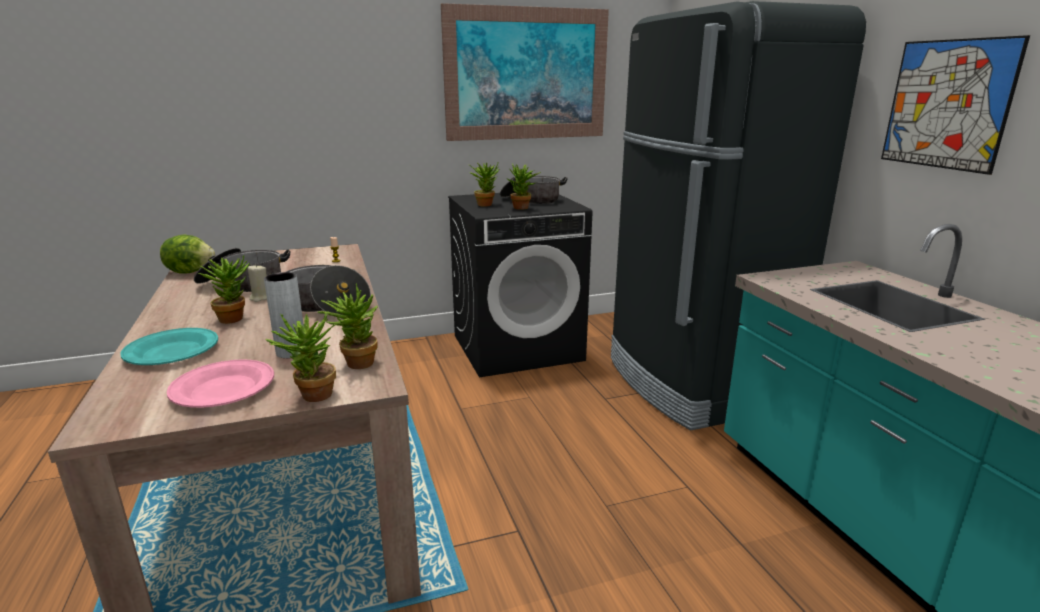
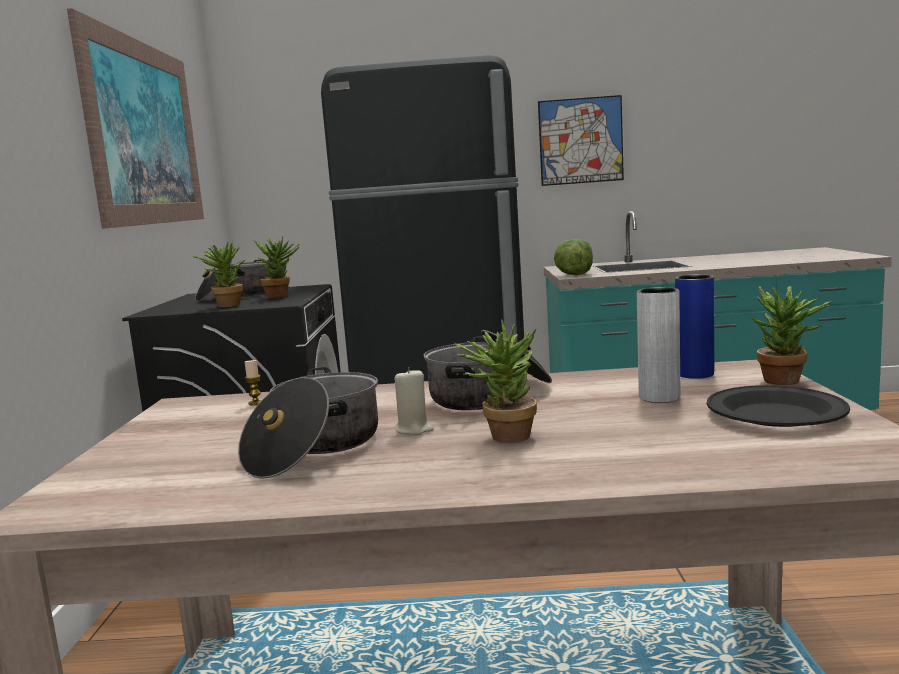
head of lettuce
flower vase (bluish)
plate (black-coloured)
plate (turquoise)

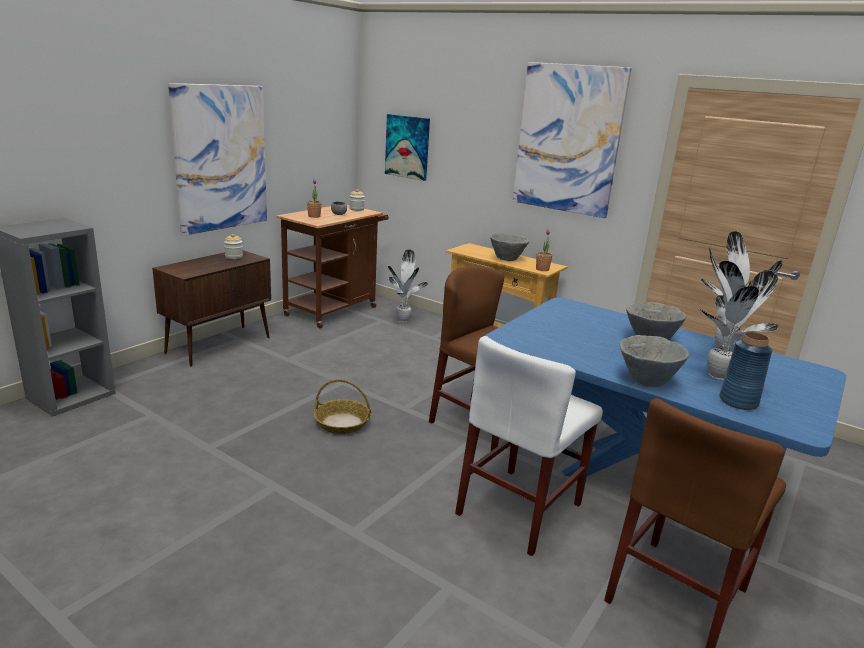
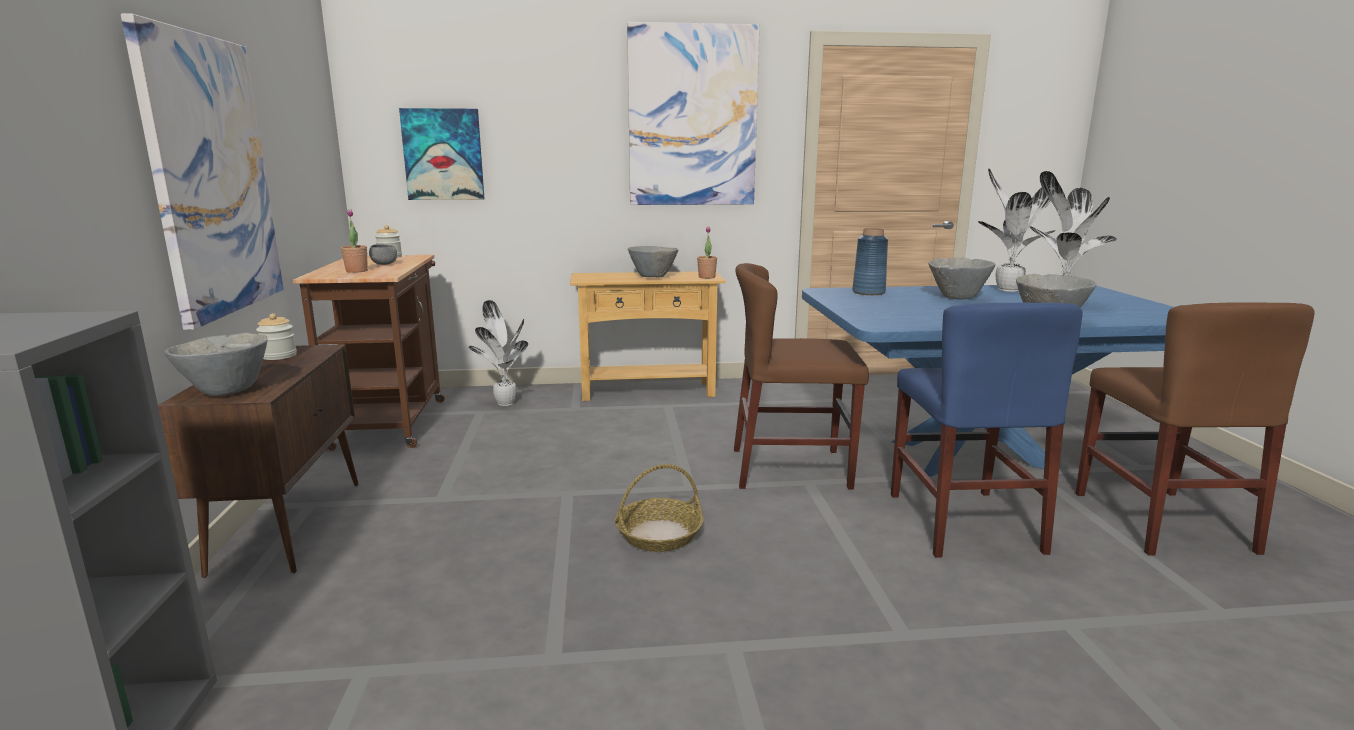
serving bowl (greyish) (1st from left)
flower vase (bluish)
chair (bluish)

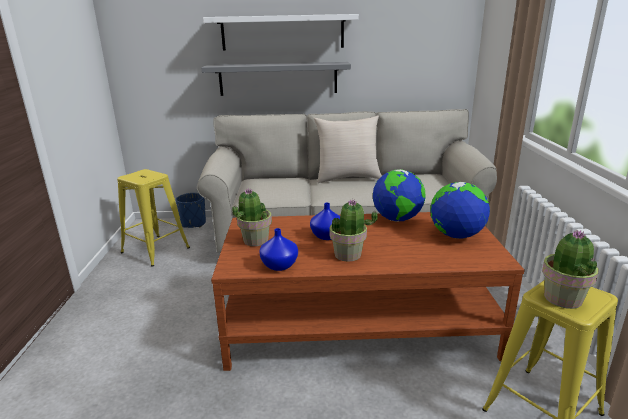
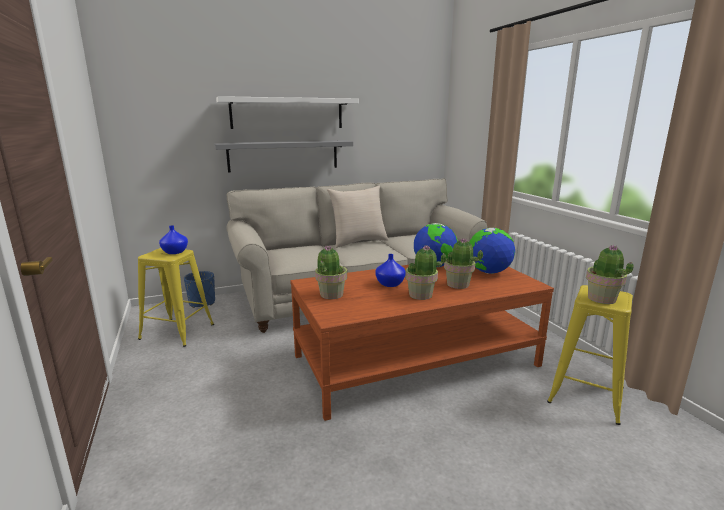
flower vase (bluish) (1st from left)
houseplant (3rd from left)

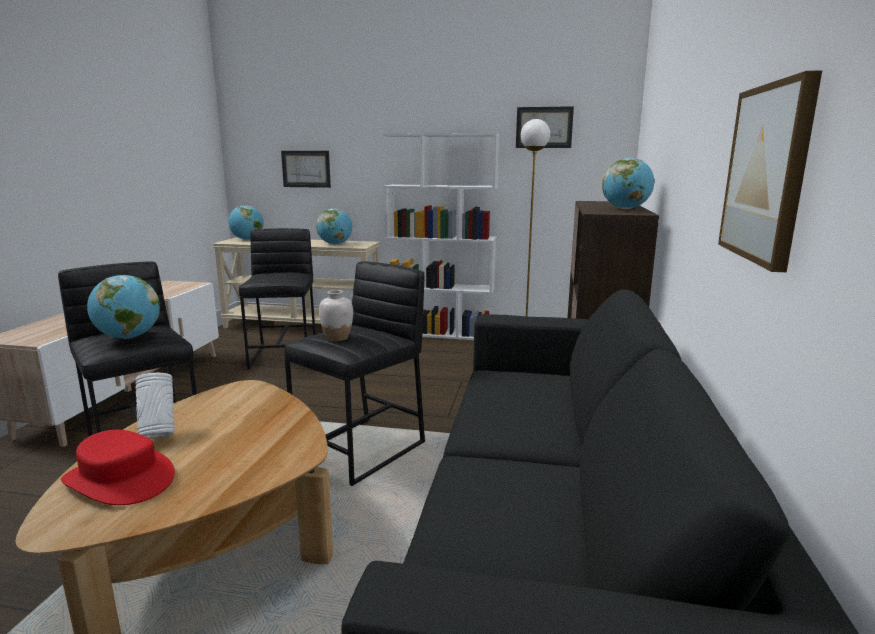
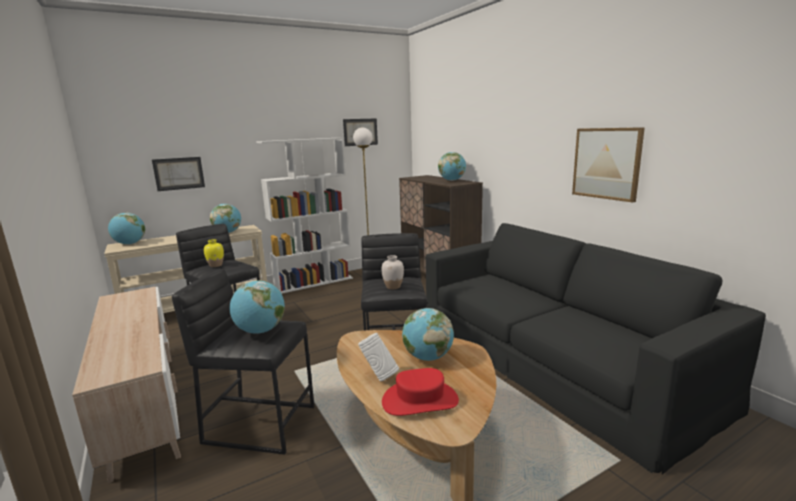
flower vase (yellowish)
desk globe (4th from left)

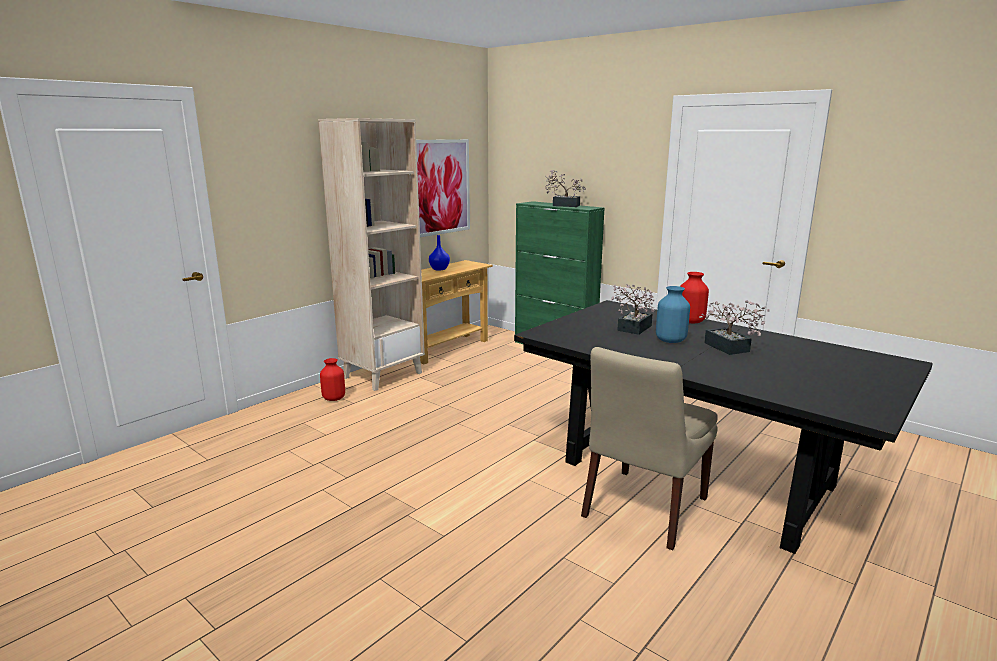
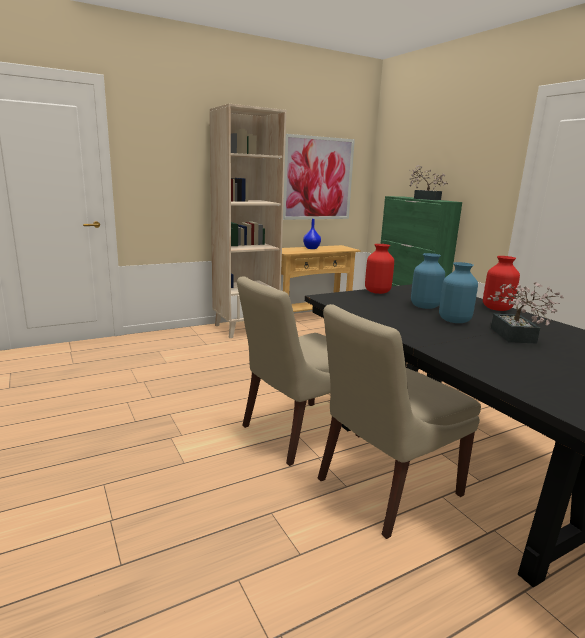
chair (beige-coloured) (1st from left)
flower vase (red) (1st from left)
flower vase (bluish) (2nd from left)

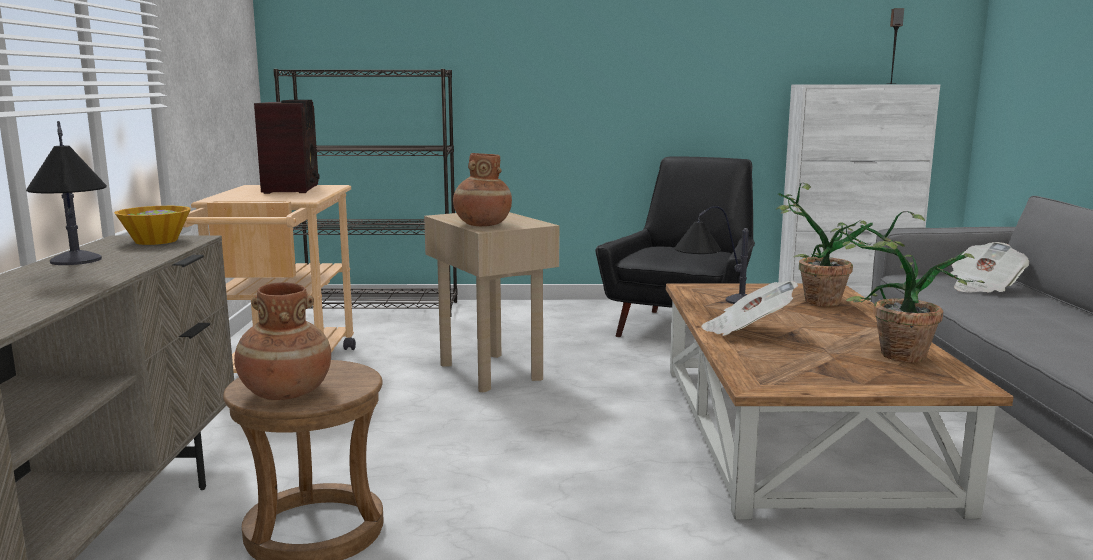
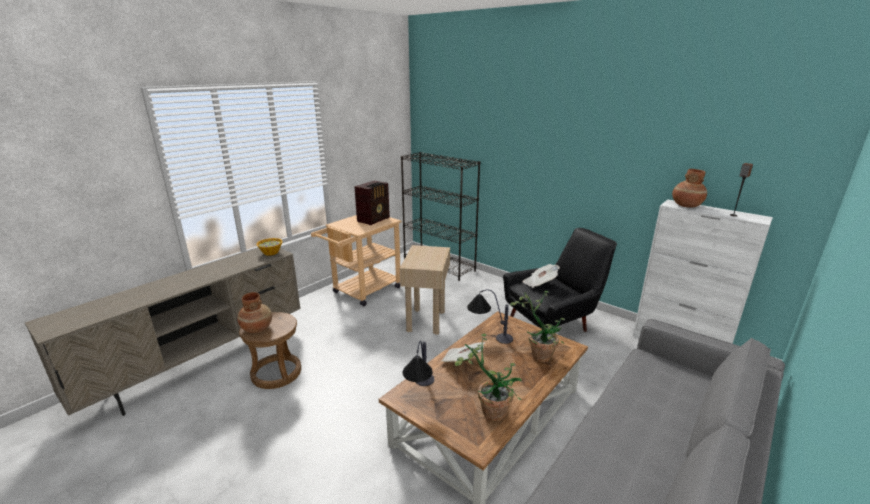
tabletop lamp (1st from left)
newspaper (2nd from left)
flower vase (brown) (2nd from left)

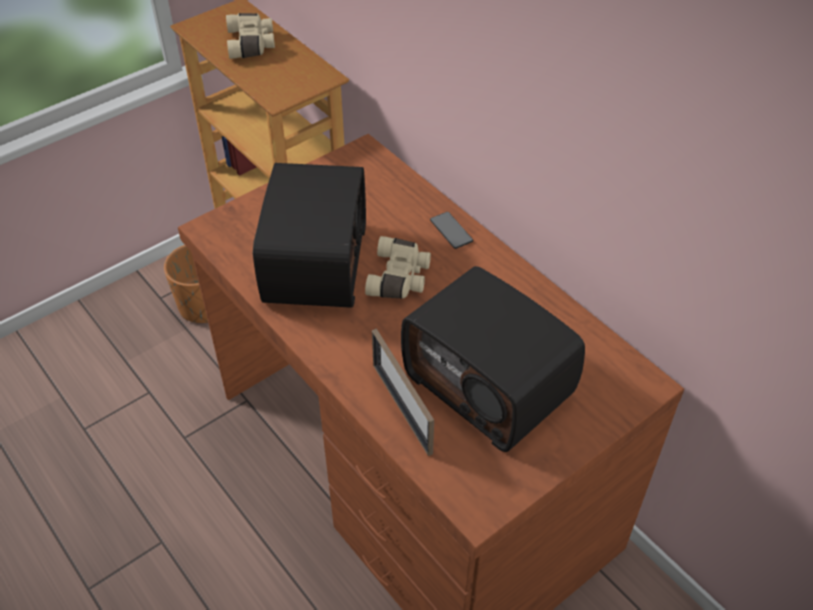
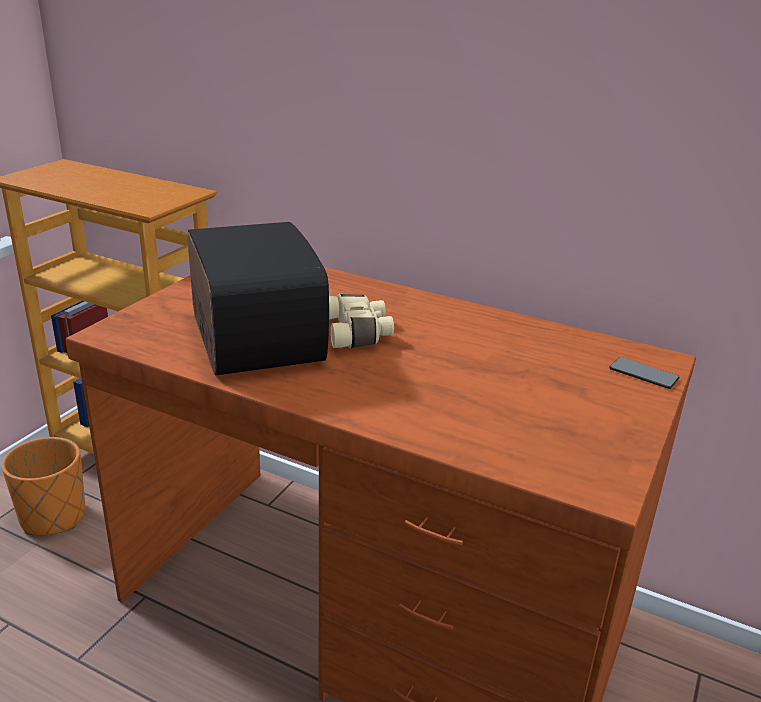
phone
field glasses (beige-coloured) (1st from left in the first image)
standing frame
radio receiver (2nd from left in the first image)

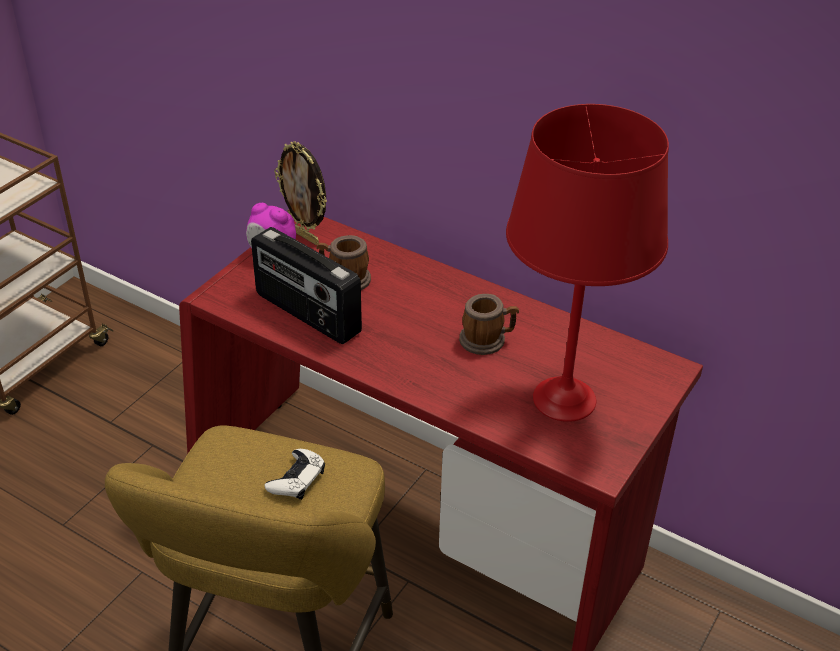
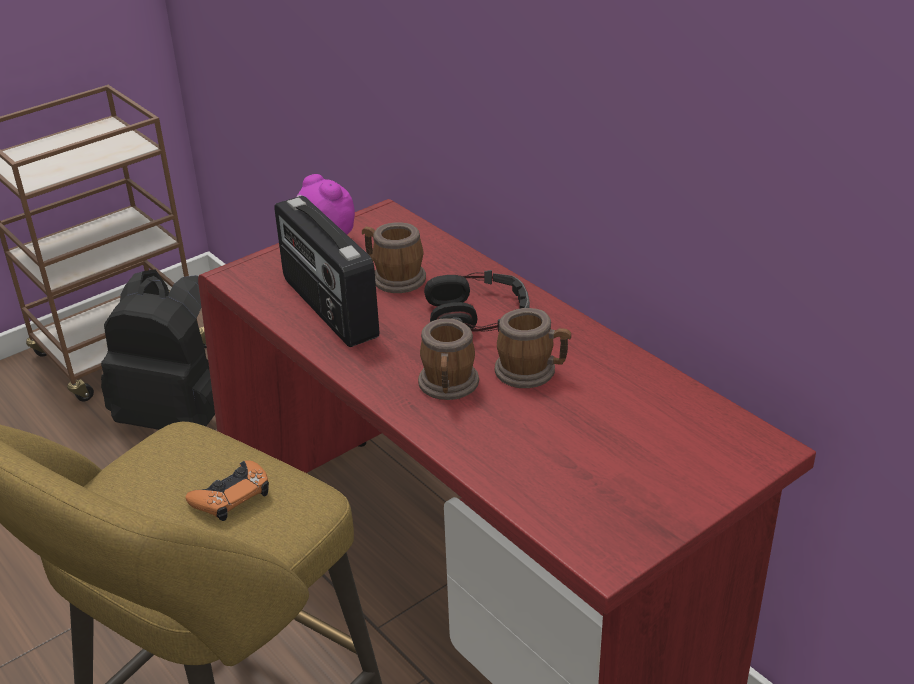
rucksack (black-coloured)
game controller (orange)
mug (2nd from left)
pair of headphones
standing frame
tabletop lamp (red)

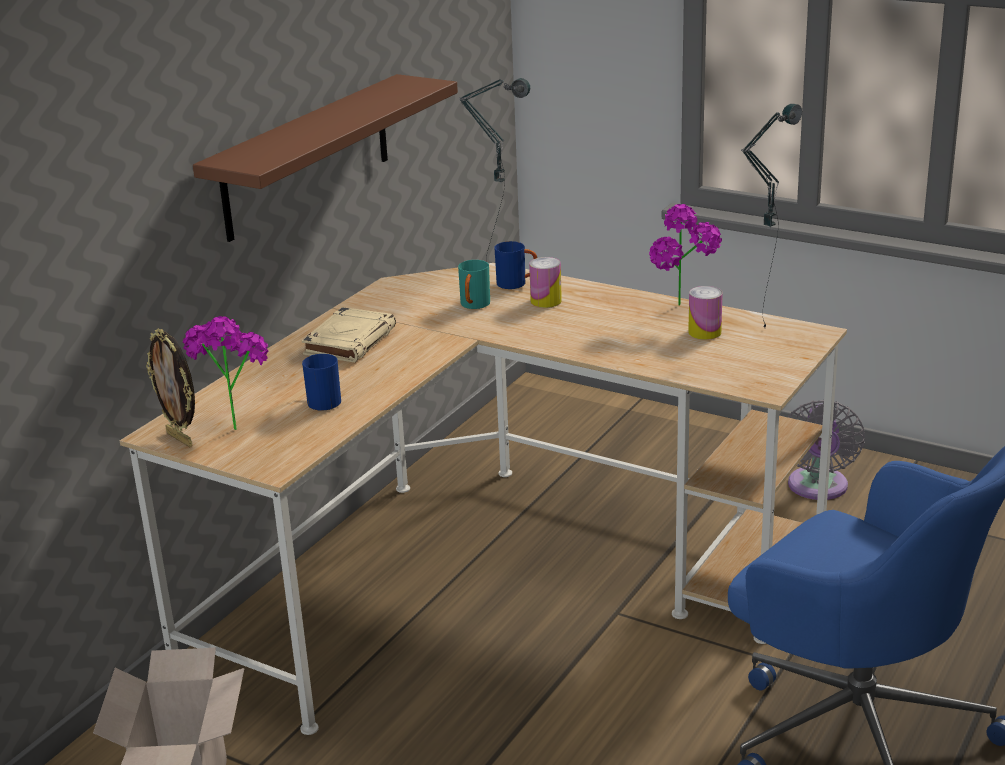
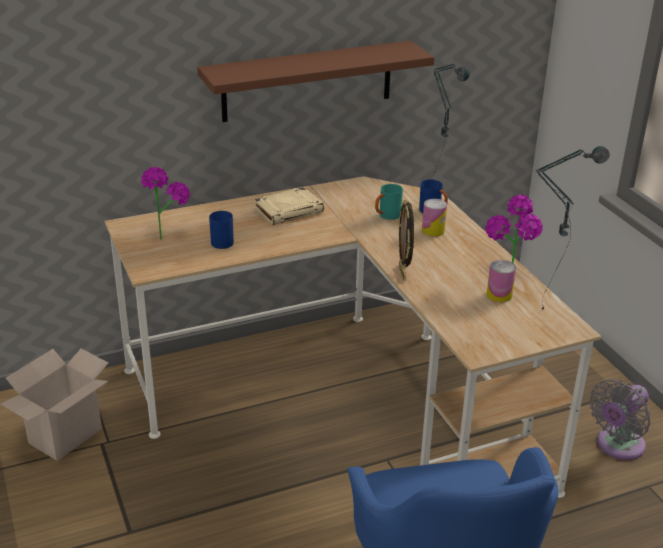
standing frame

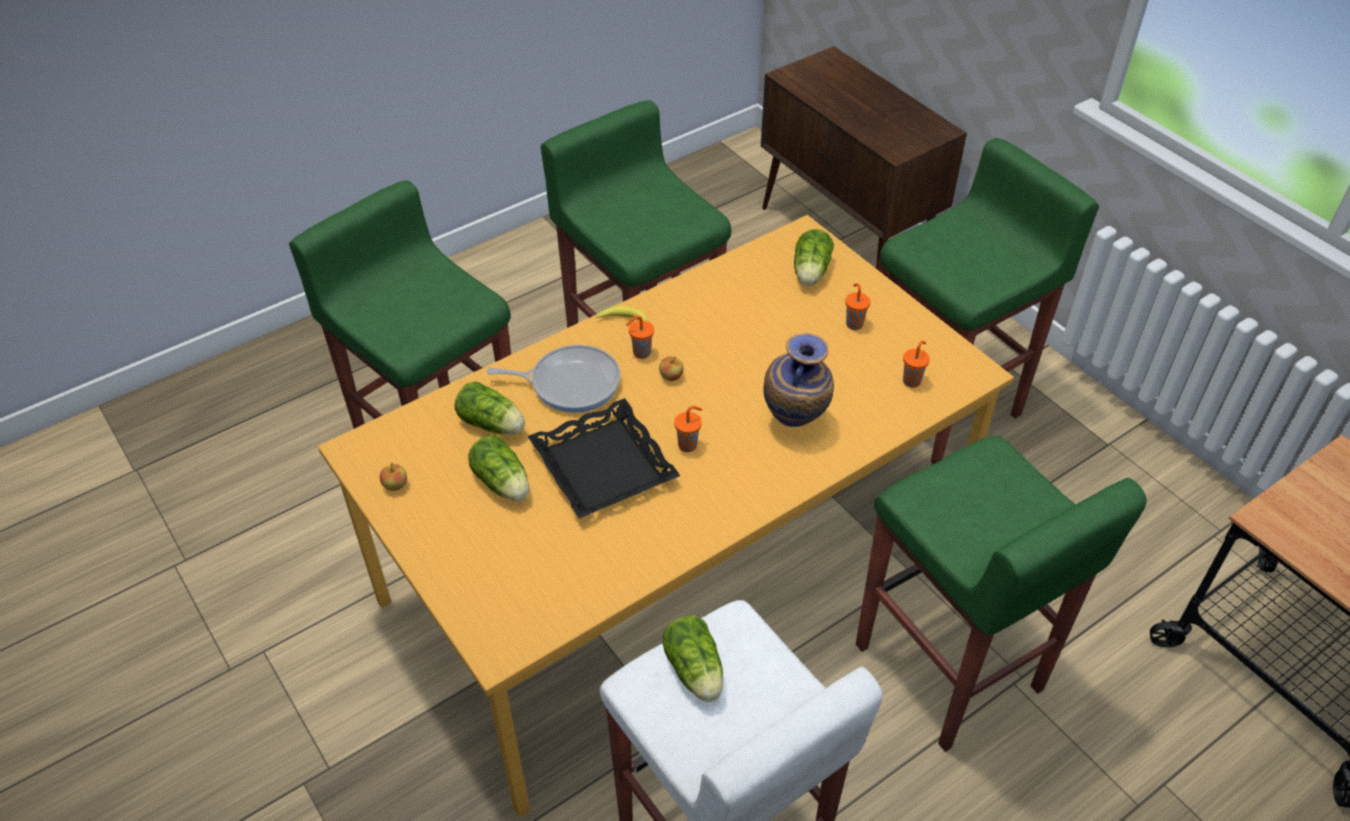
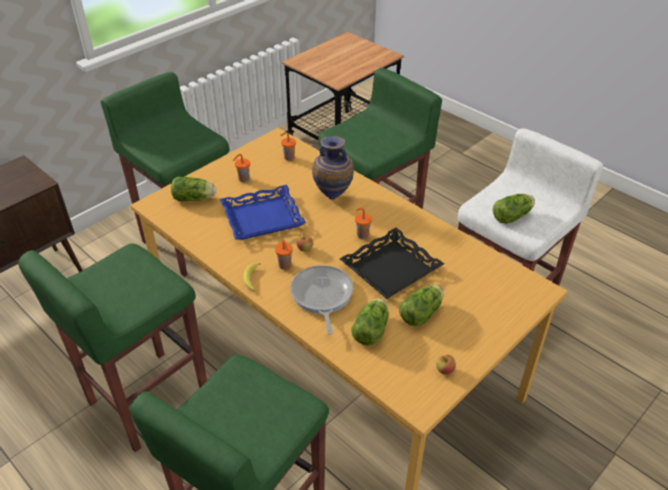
tray (bluish)

